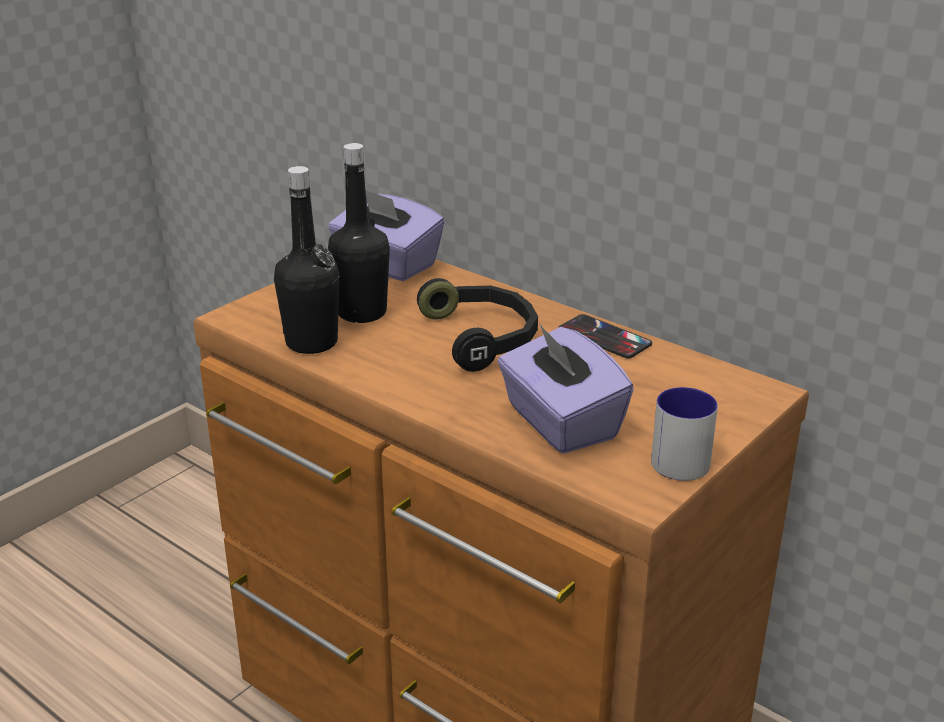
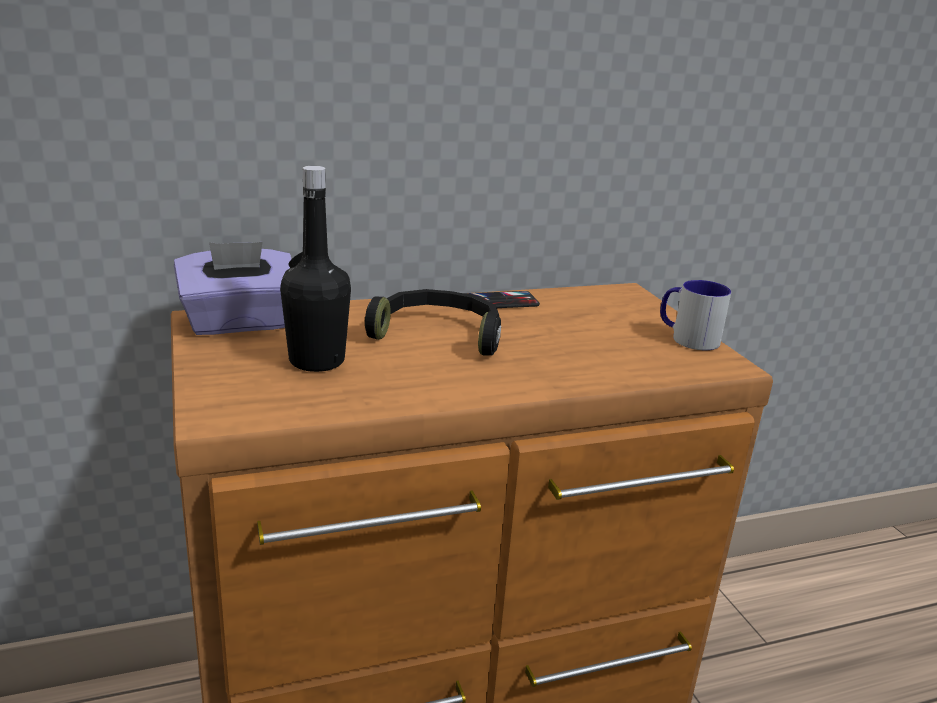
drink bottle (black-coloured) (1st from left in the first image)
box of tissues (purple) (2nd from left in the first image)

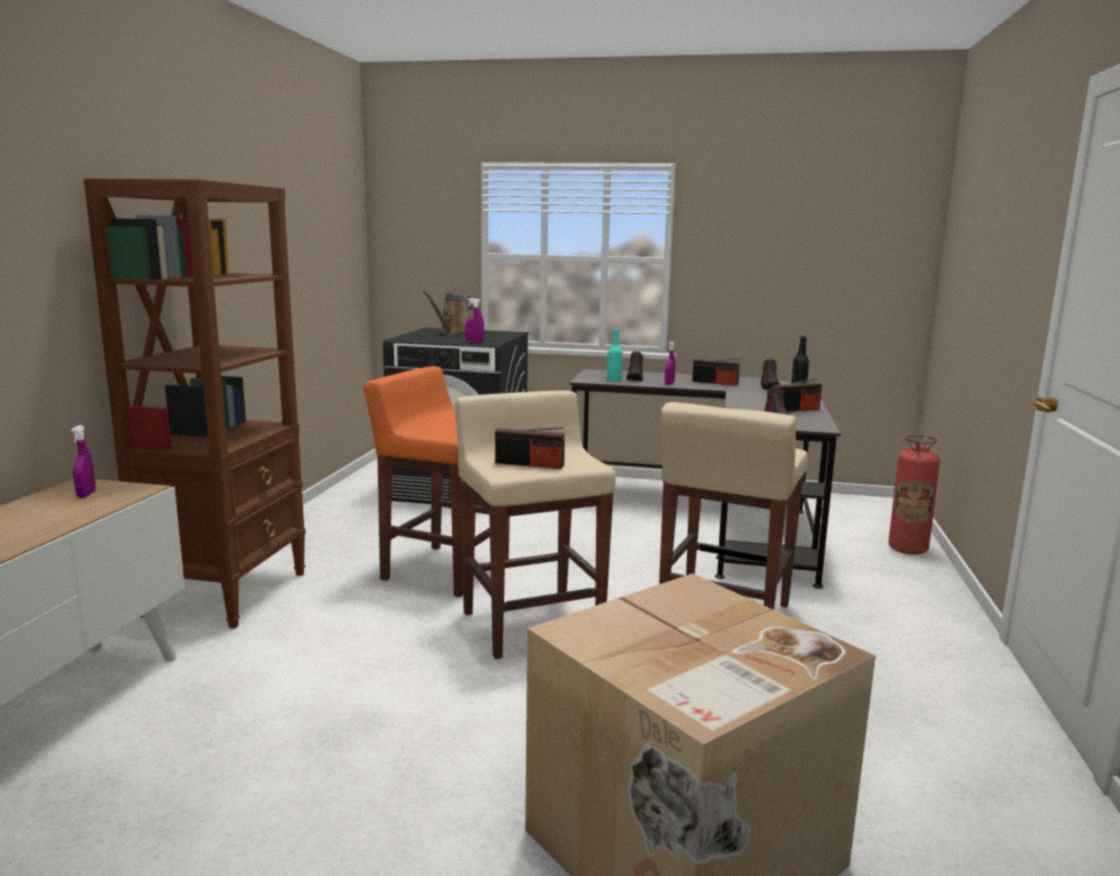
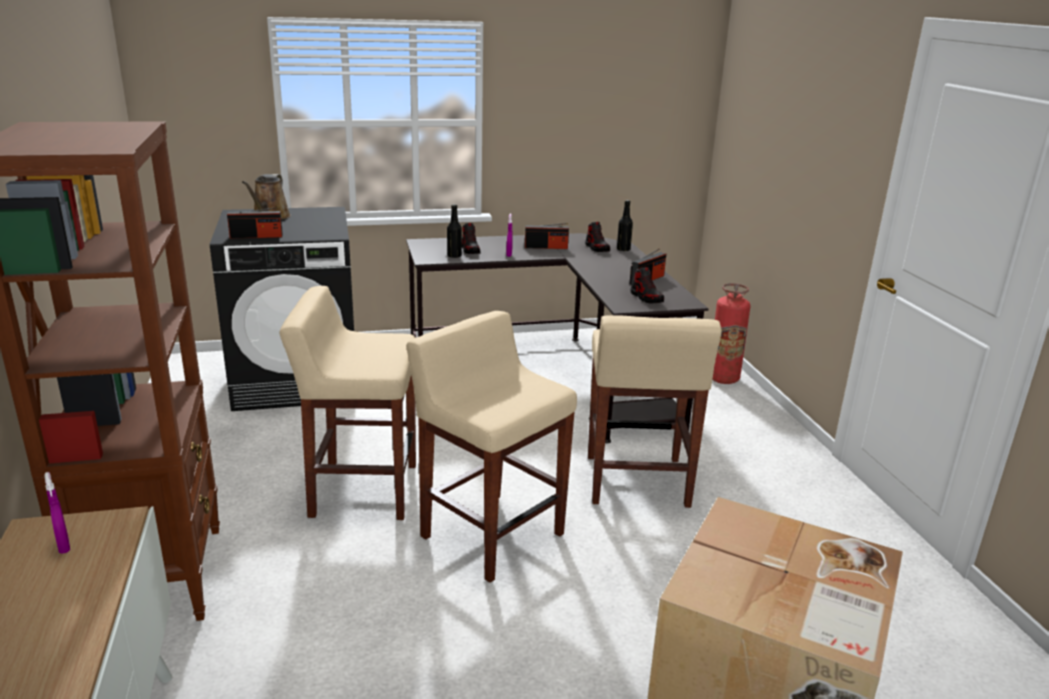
radio receiver (1st from left)
stool seat (beige-coloured) (1st from left)
drink bottle (black-coloured) (1st from left)
spray bottle (purple) (2nd from left in the first image)

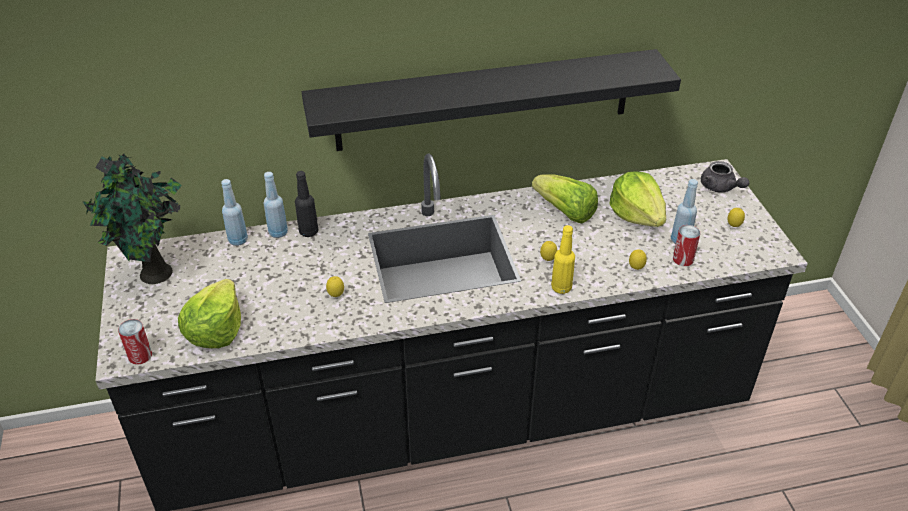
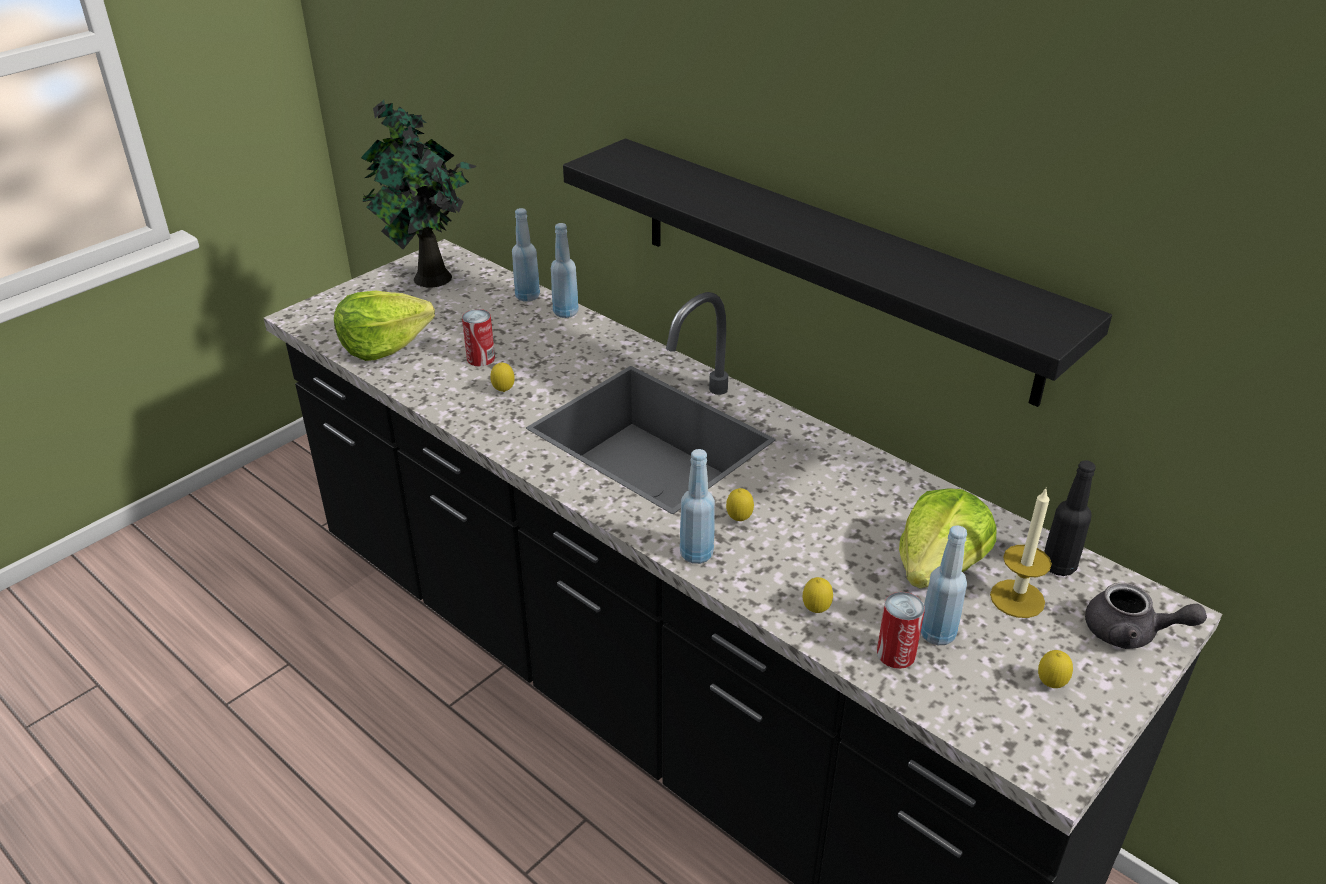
can (1st from left)
drink bottle (bluish) (3rd from left)
candle
drink bottle (black-coloured)
pot for tea (greyish)
head of lettuce (2nd from left in the first image)

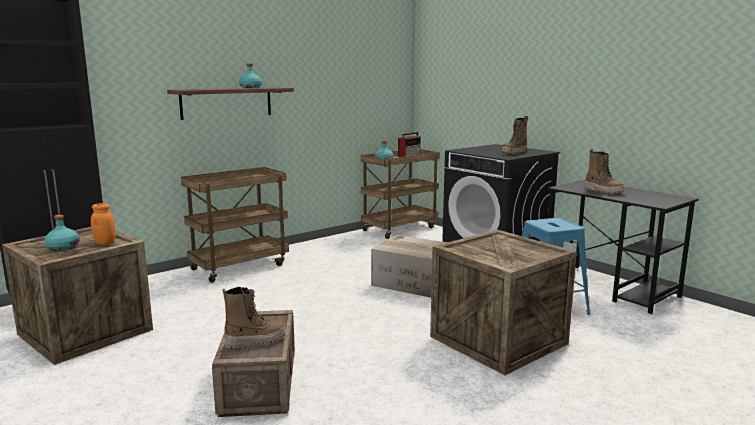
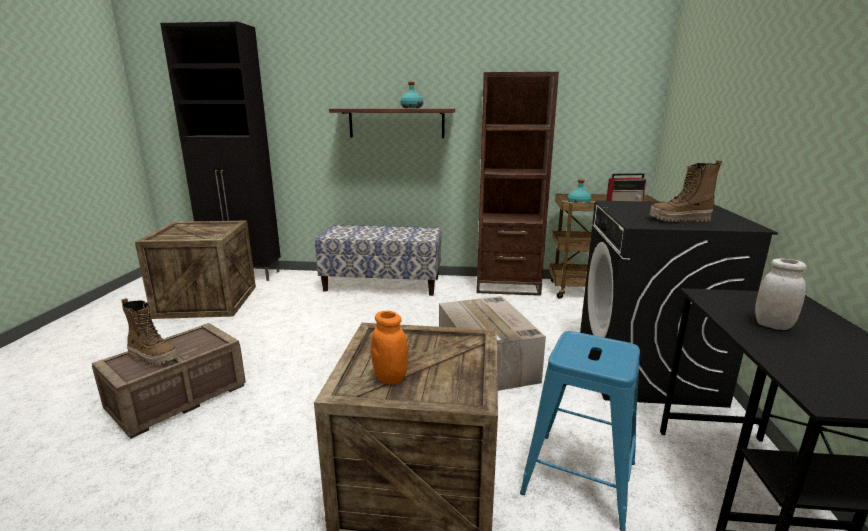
indoor bench
storage jar (orange)
bookshelf (brown)
storage jar (white-coloured)
drink bottle (turquoise) (1st from left in the first image)

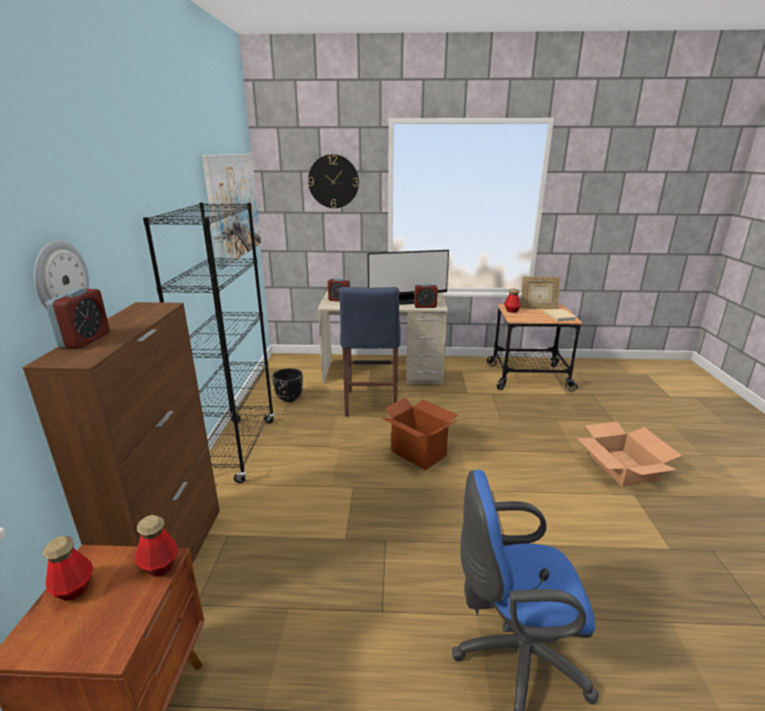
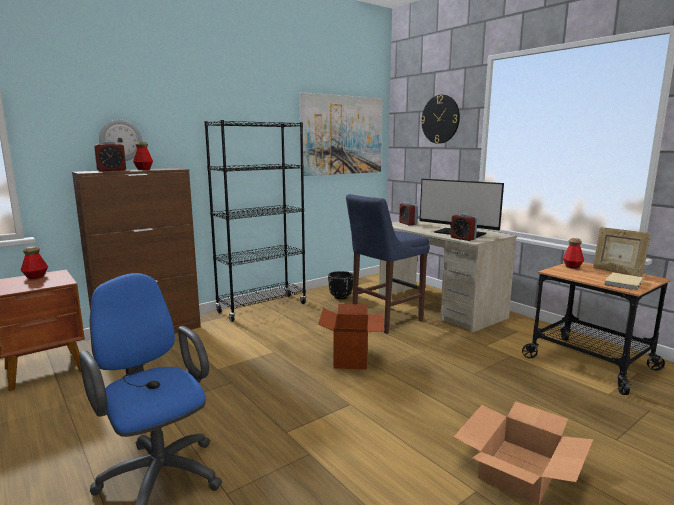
drink bottle (2nd from left)

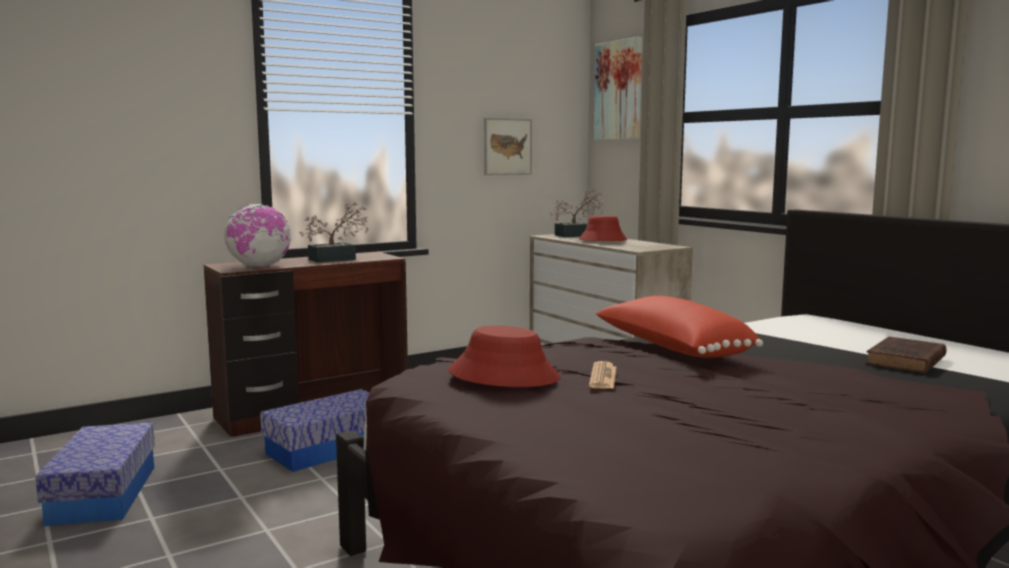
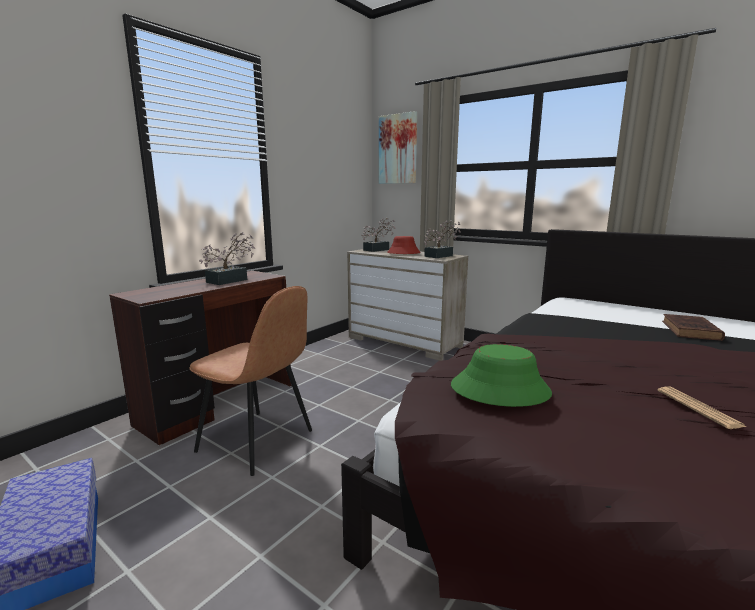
chair (brown)
houseplant (3rd from left)
hat (greenish)
newspaper
desk globe
wall picture (1st from left in the first image)
cushion (red)

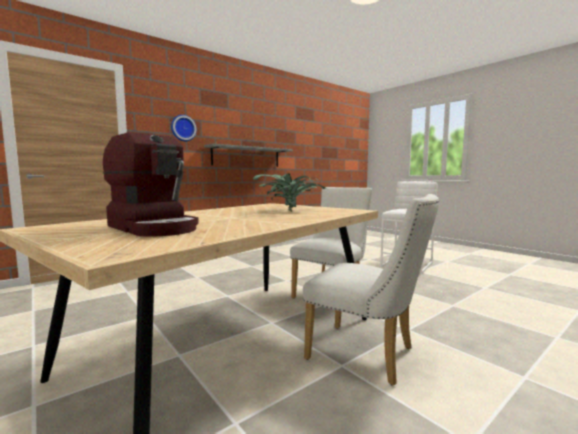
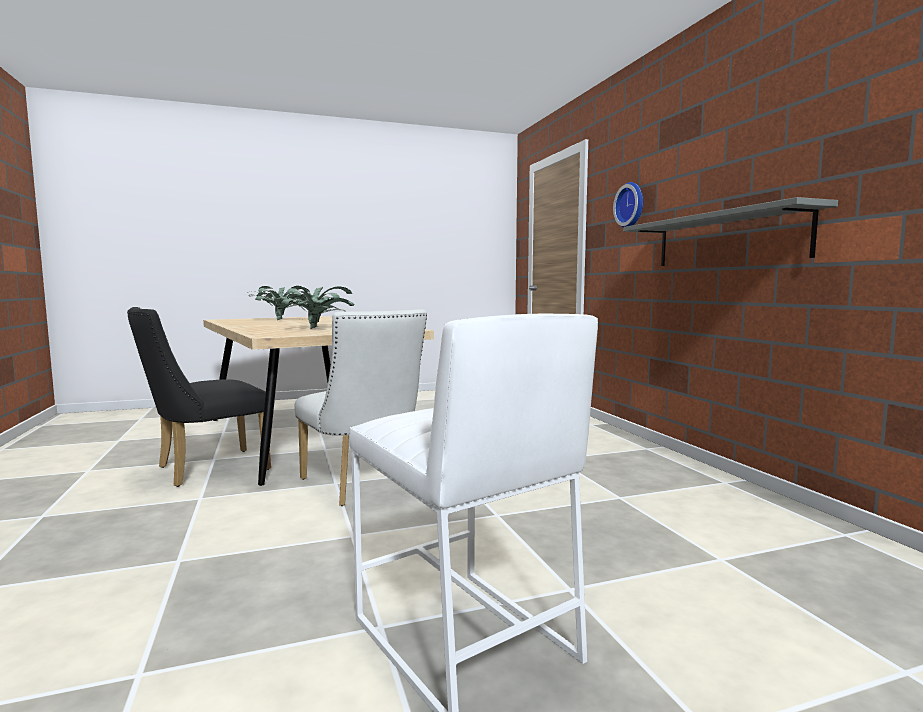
chair (black-coloured)
houseplant (1st from left)

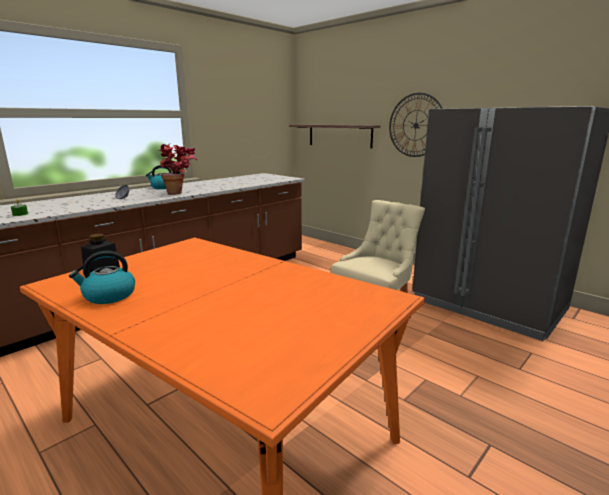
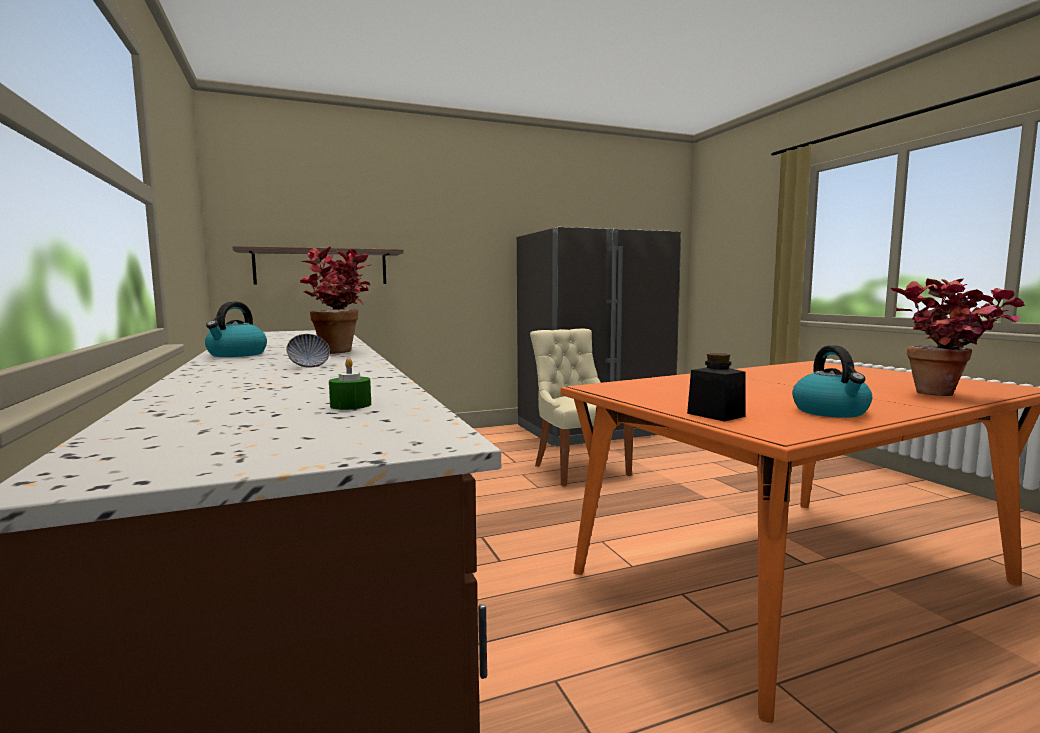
houseplant (2nd from left)
hanging clock

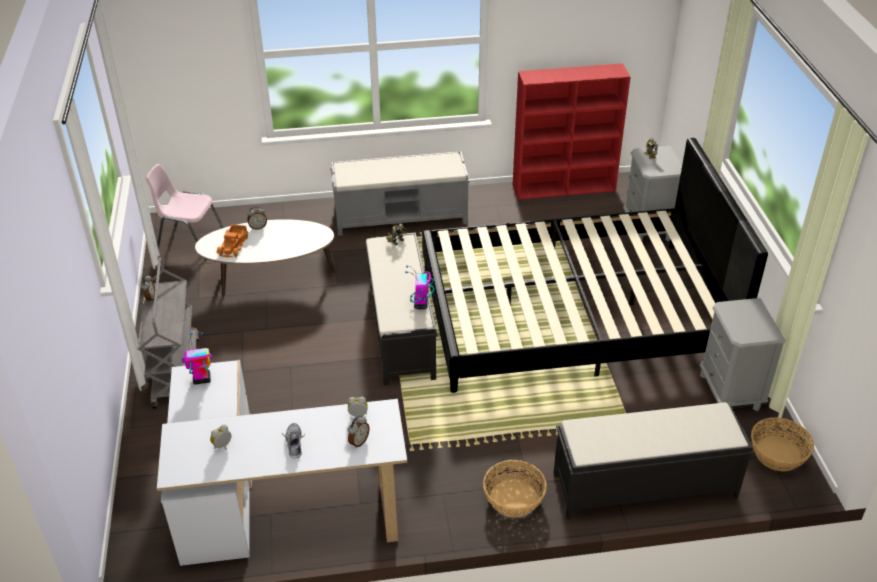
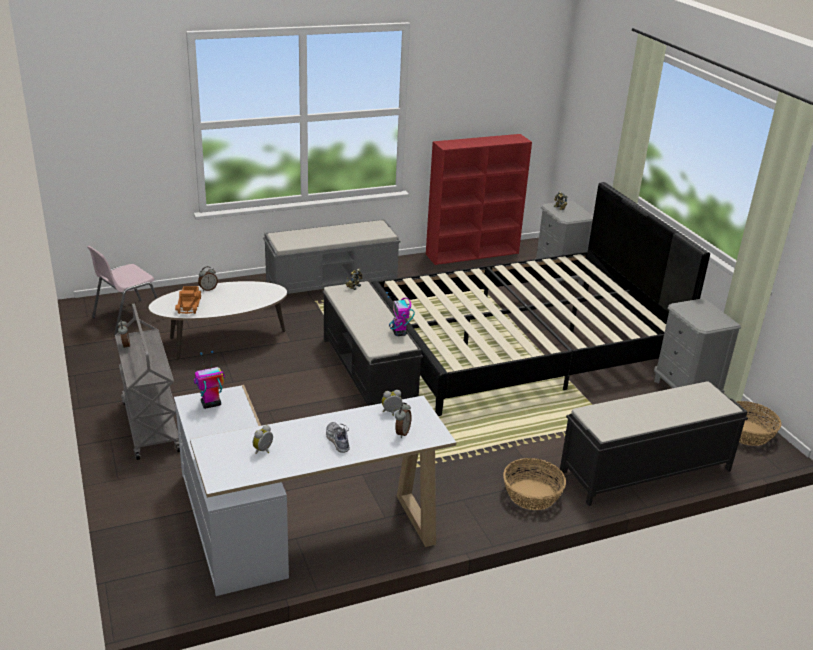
chair (pink)

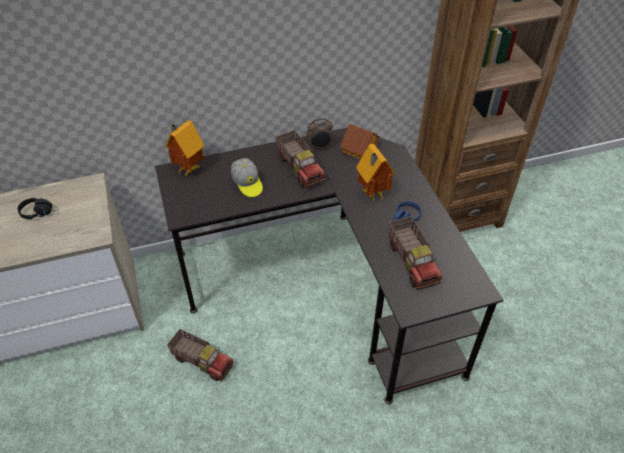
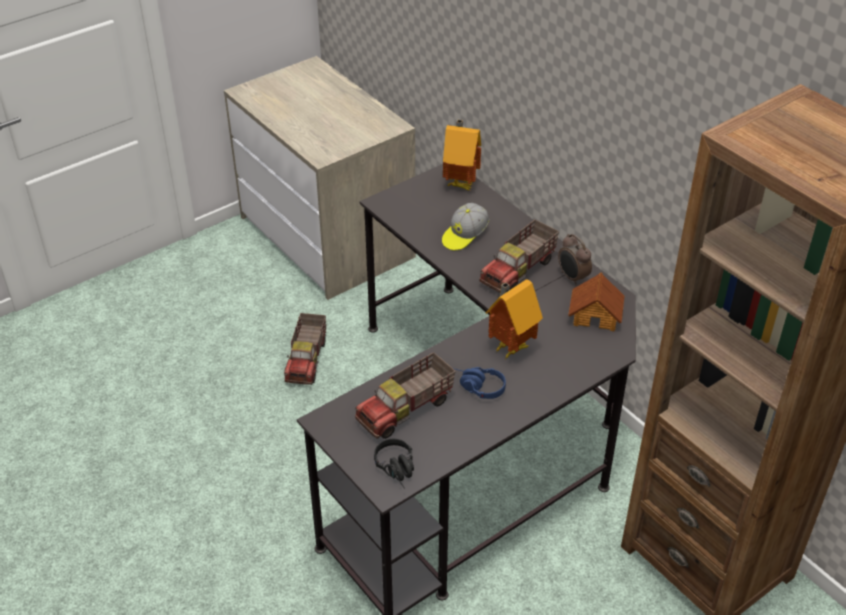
pair of headphones (black-coloured)

